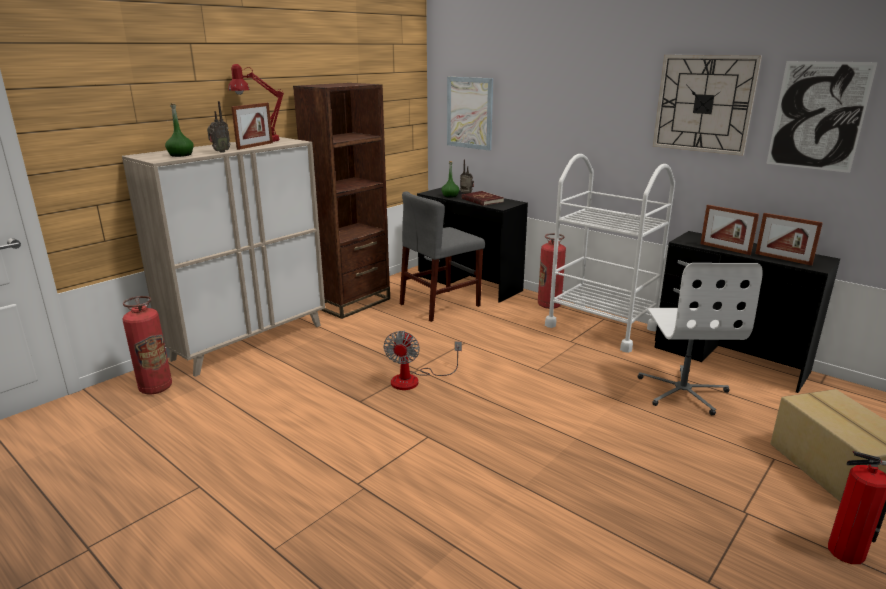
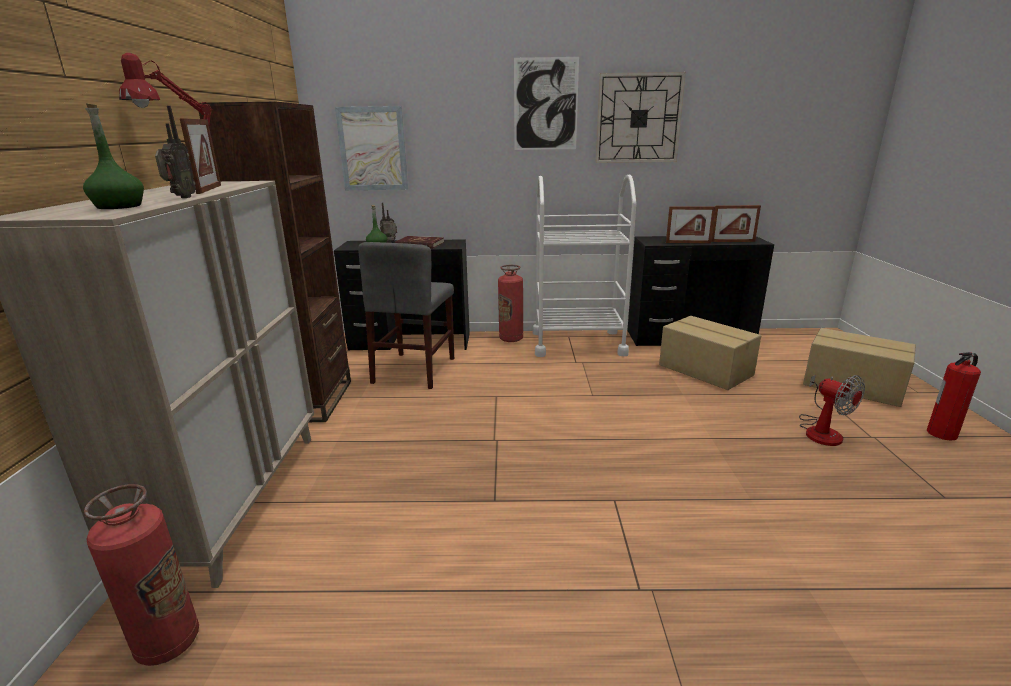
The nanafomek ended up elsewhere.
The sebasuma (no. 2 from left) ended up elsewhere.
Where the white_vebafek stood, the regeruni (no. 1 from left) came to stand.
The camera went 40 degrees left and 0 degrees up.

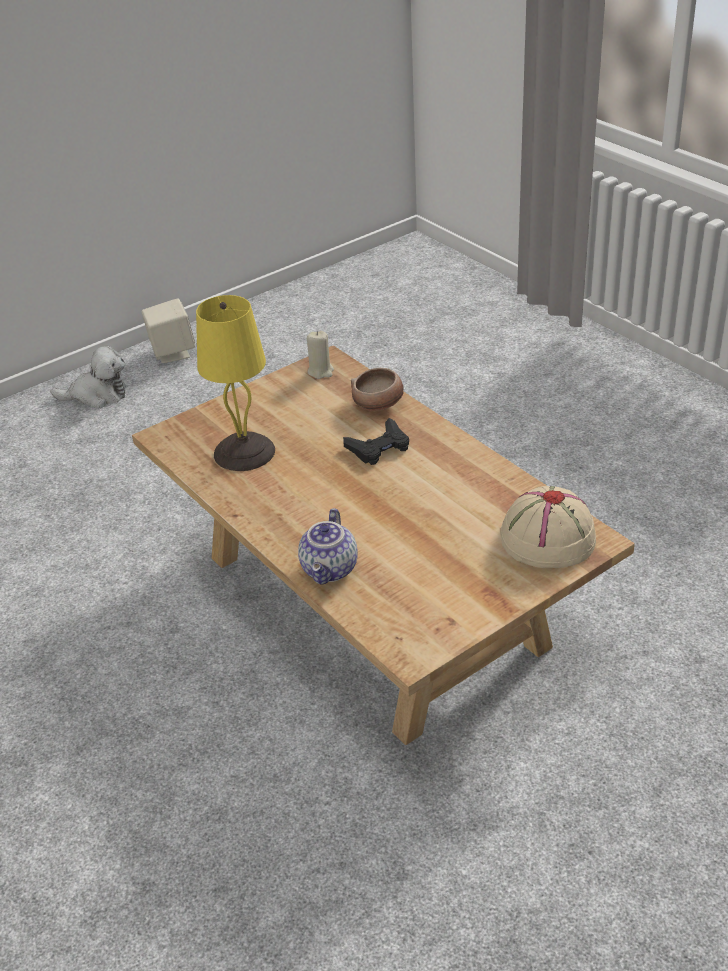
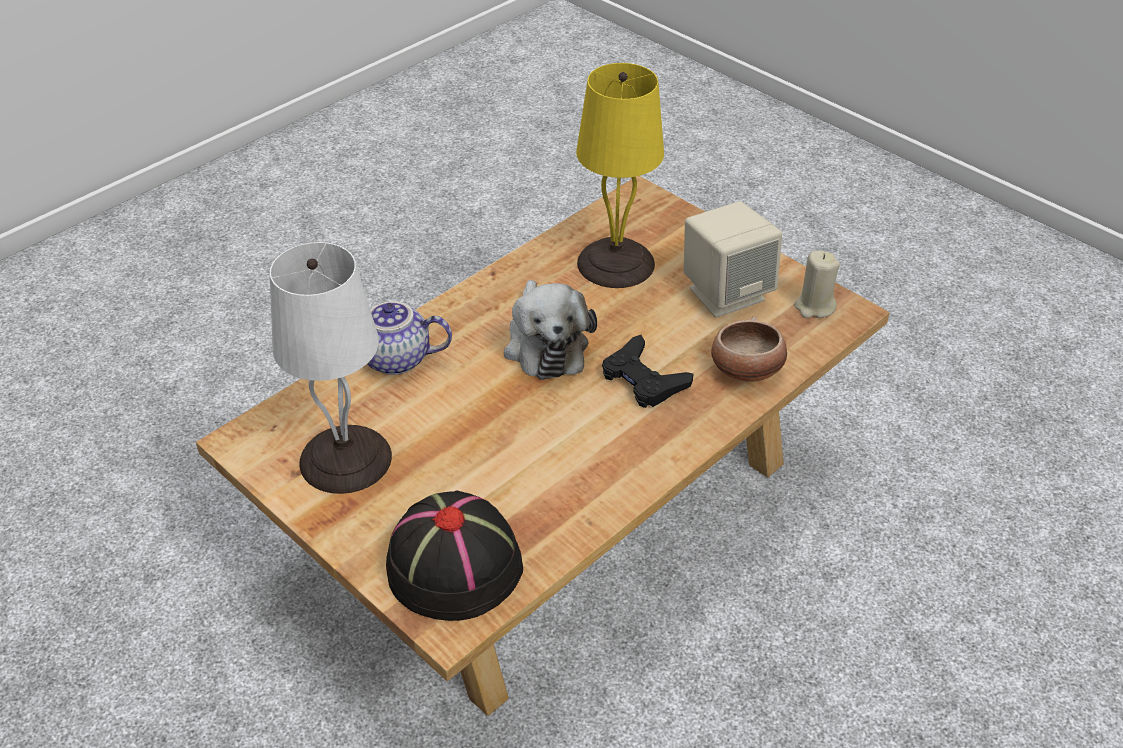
The second view gained the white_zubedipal.
The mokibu ended up elsewhere.
The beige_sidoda ended up elsewhere.
What was the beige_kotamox turned into the black_kotamox.
The camera went 80 degrees right and 5 degrees up.

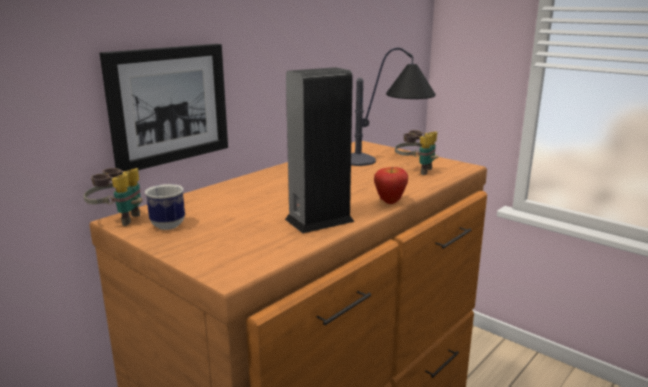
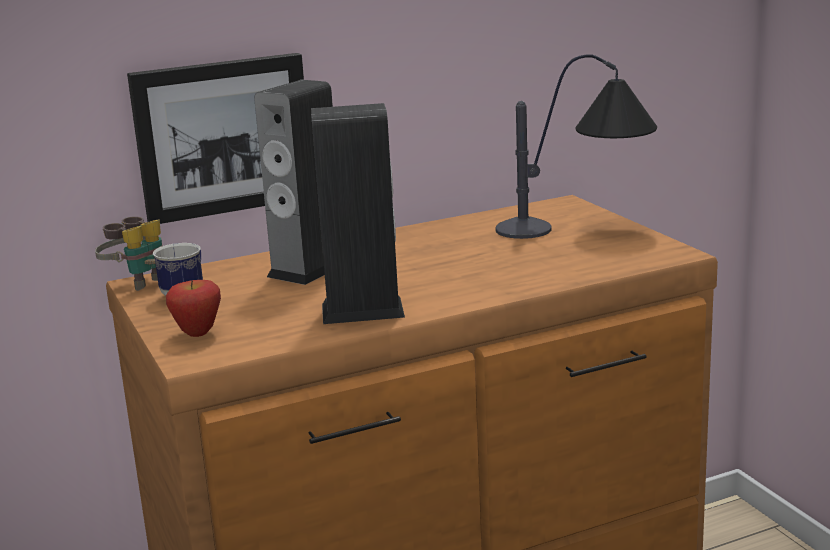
The second view lost the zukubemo (no. 2 from left).
The second view gained the sidoda (no. 1 from left).
The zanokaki ended up elsewhere.
The camera went 25 degrees right and 0 degrees up.

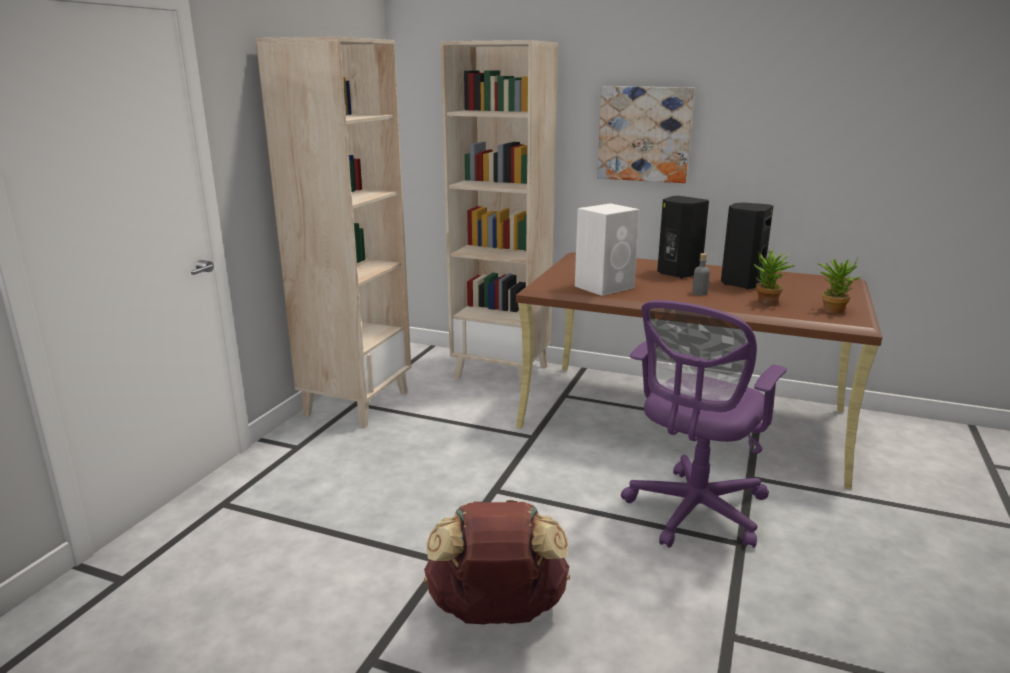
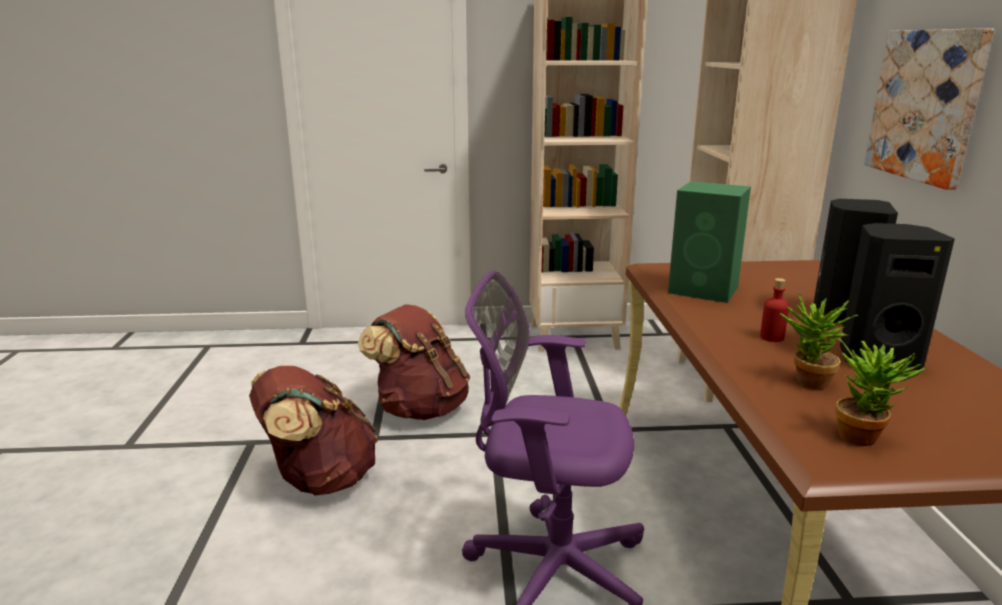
The second view gained the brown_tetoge (no. 2 from left).
What was the white_sidoda turned into the green_sidoda.
What was the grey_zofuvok turned into the red_zofuvok.
The camera went 65 degrees right and 0 degrees up.

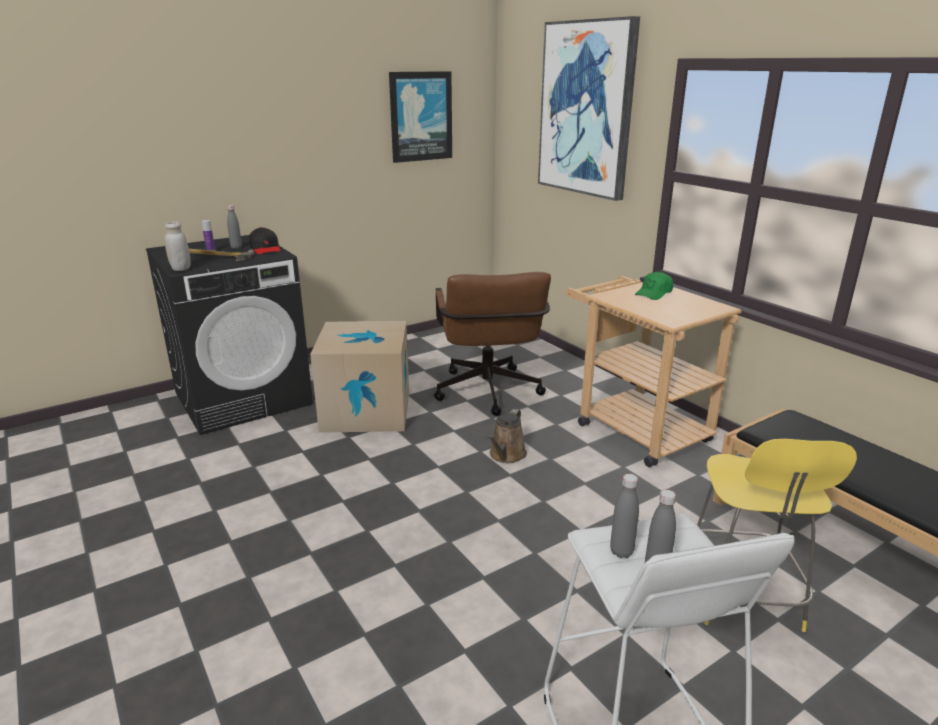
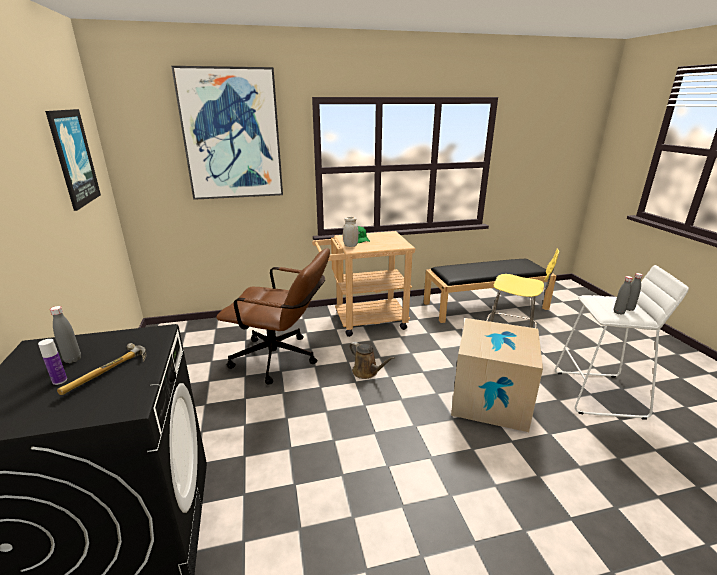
The second view lost the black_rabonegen.
The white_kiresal ended up elsewhere.
The regeruni ended up elsewhere.
The camera went 70 degrees left and 0 degrees up.

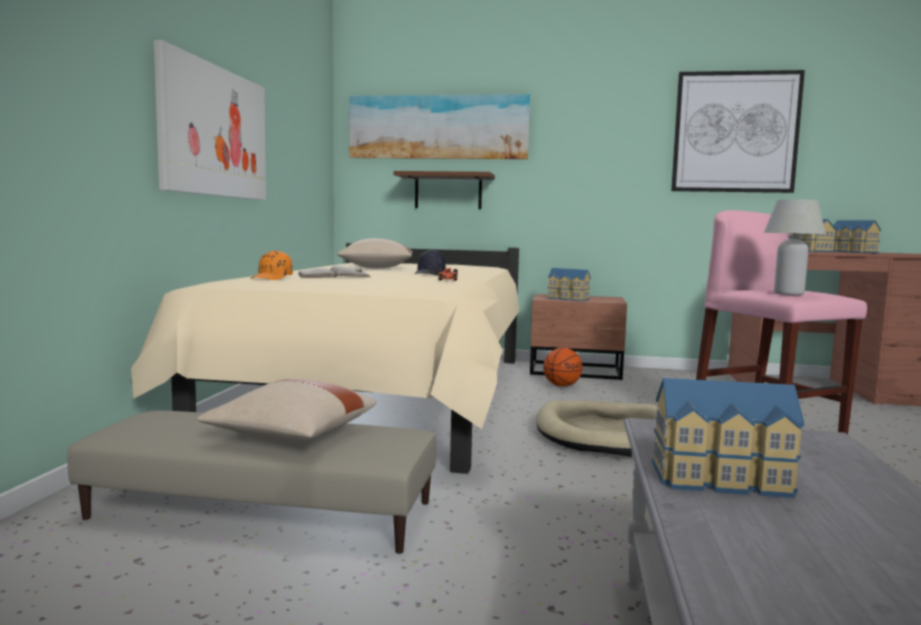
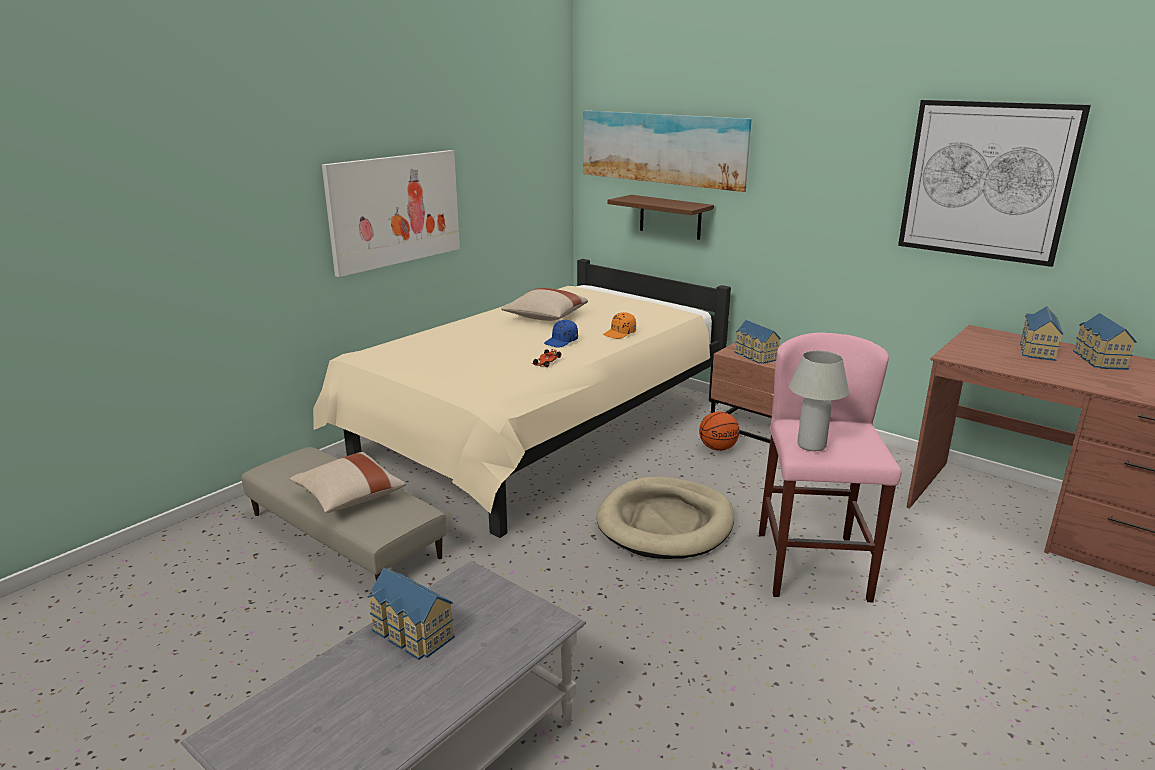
The second view lost the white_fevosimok.
The orange_rabonegen ended up elsewhere.
What was the black_rabonegen turned into the blue_rabonegen.
The camera went 30 degrees right and 15 degrees up.

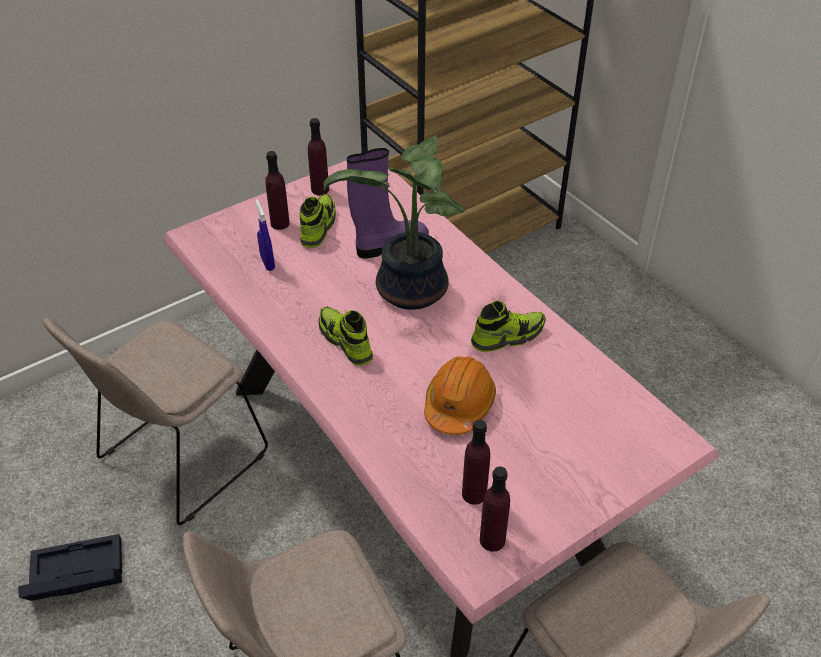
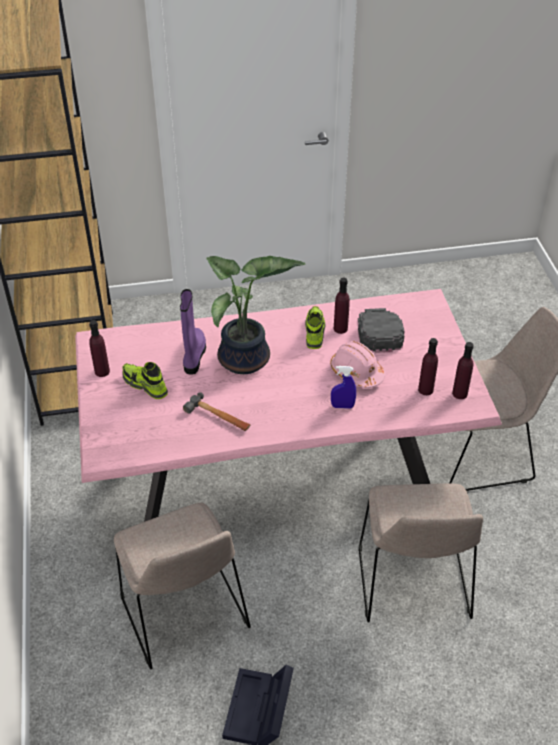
The second view lost the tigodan (no. 2 from left).
The second view gained the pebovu.
The second view gained the black_rabonegen.
The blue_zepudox ended up elsewhere.
The purple_zofuvok (no. 1 from left in the first image) ended up elsewhere.
What was the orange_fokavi turned into the pink_fokavi.
The camera went 65 degrees left and 0 degrees up.

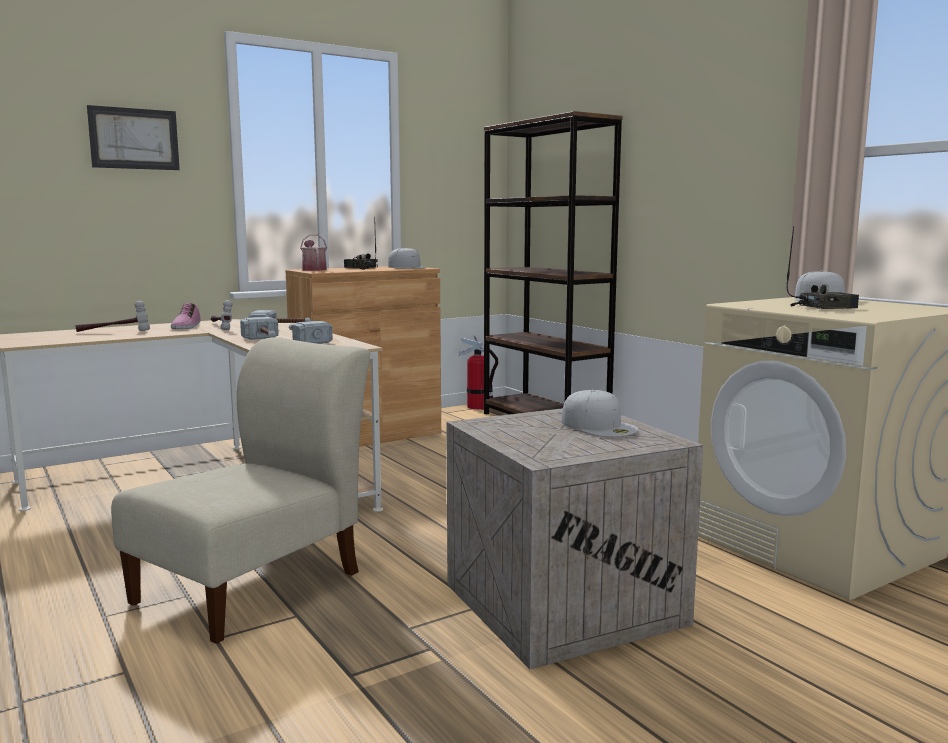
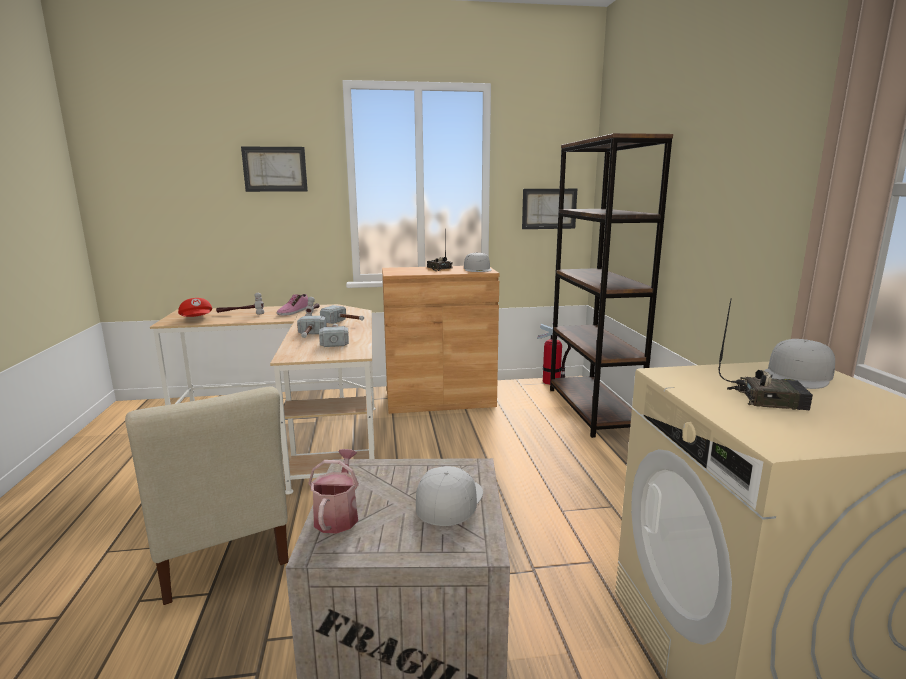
The second view gained the red_rabonegen.
The second view gained the sebasuma (no. 2 from left).
The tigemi ended up elsewhere.
The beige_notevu ended up facing another way, 90 degrees clockwise from before.
The white_rabonegen (no. 2 from left in the first image) ended up facing another way, 150 degrees counterclockwise from before.
The camera went 25 degrees right and 5 degrees up.

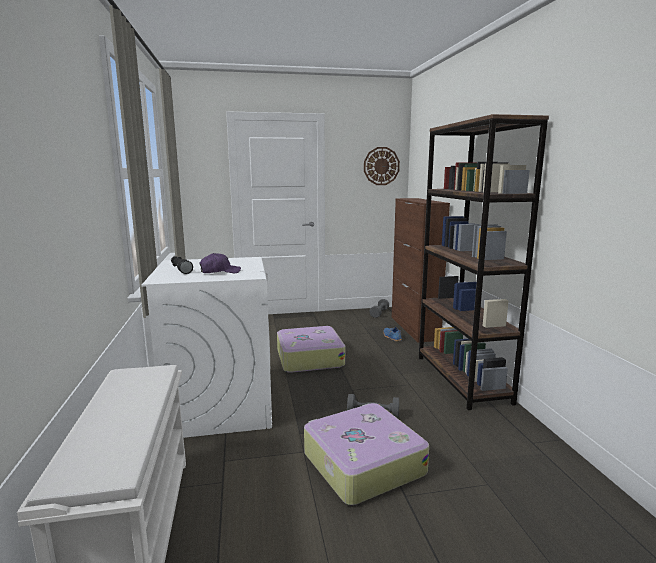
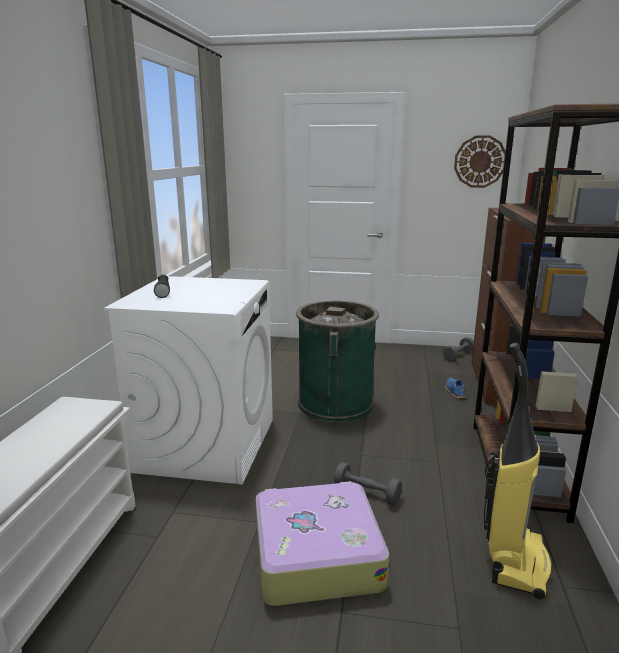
The second view lost the purple_rabonegen.
The second view gained the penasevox.
Where the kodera (no. 1 from left) stood, the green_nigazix came to stand.
The camera went 20 degrees right and 5 degrees up.

